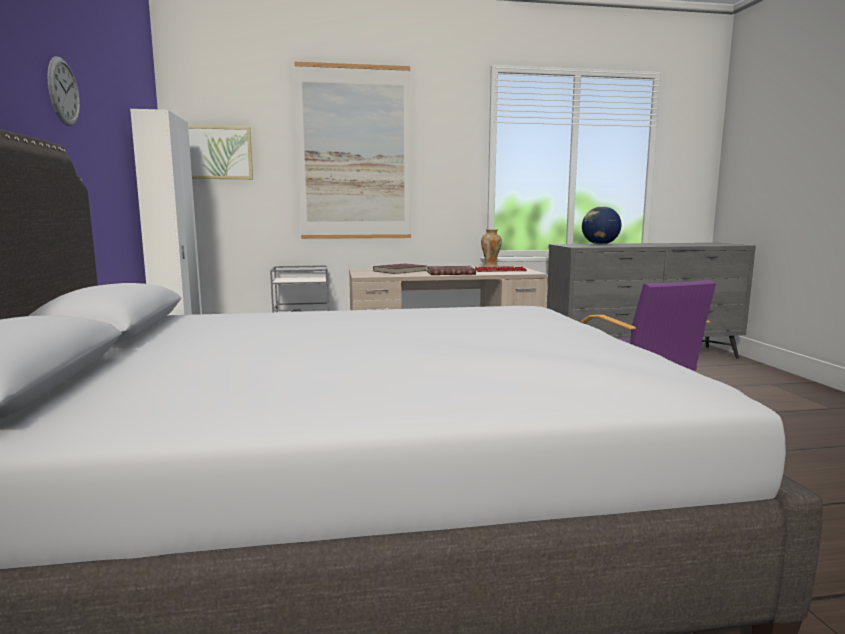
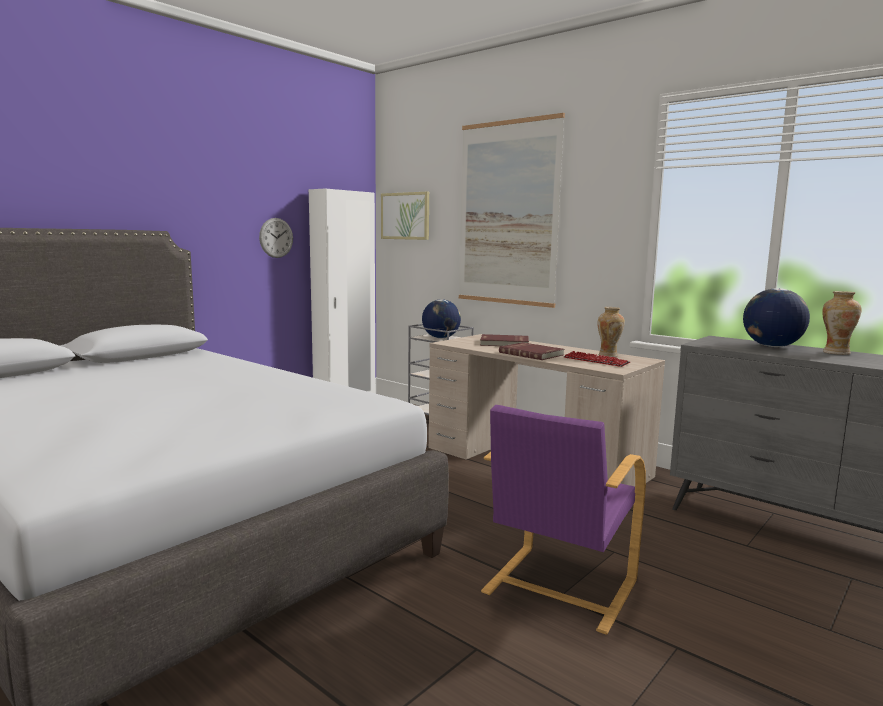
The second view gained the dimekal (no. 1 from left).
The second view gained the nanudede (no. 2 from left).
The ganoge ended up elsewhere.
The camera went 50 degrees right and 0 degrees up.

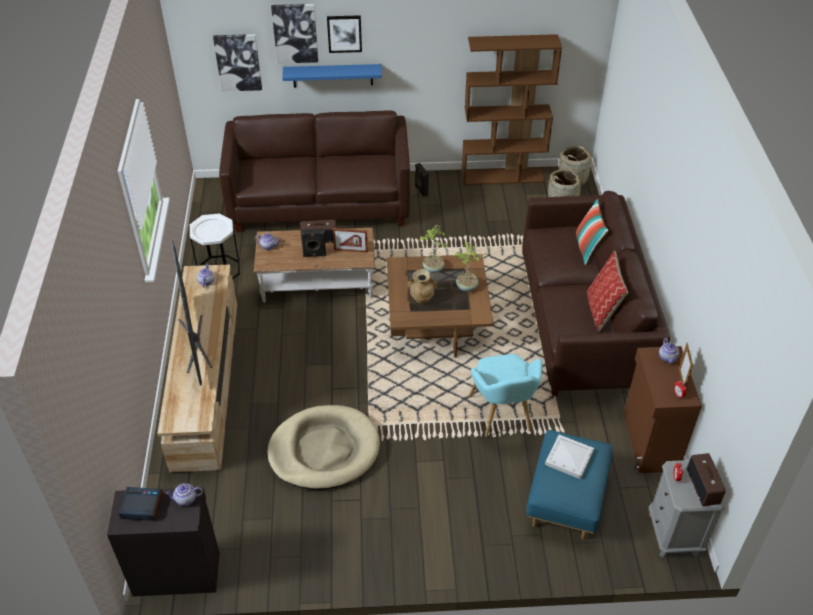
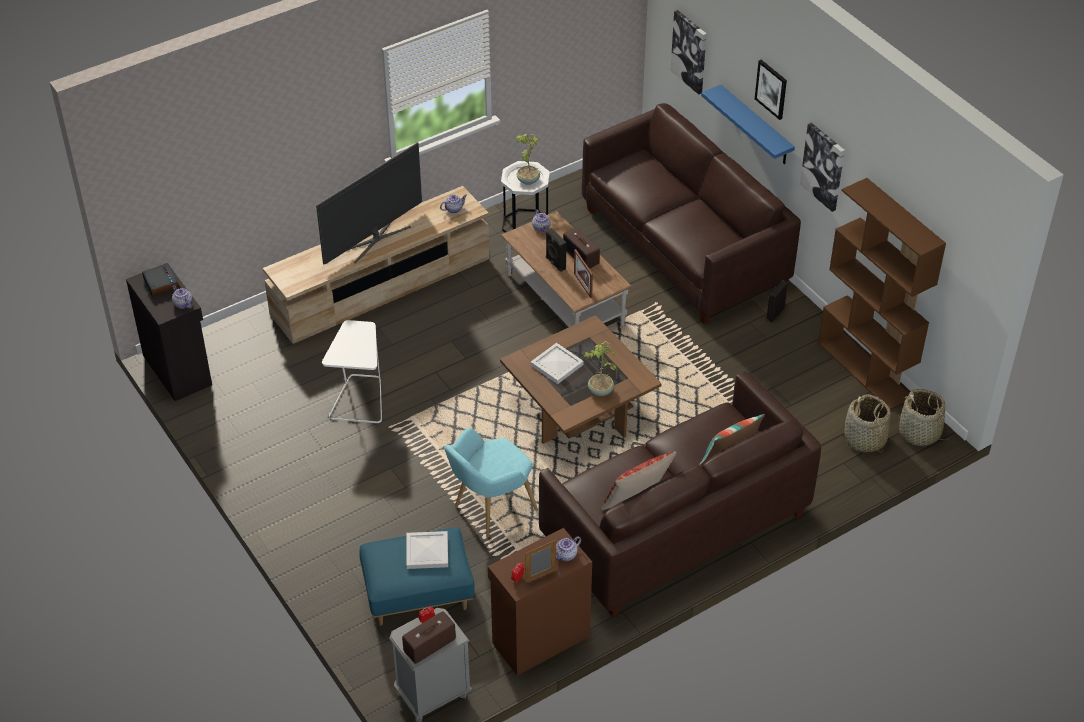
The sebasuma (no. 2 from left in the first image) ended up elsewhere.
The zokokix (no. 1 from left) ended up elsewhere.
Where the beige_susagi stood, the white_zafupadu (no. 1 from left) came to stand.
Where the beige_nanudede stood, the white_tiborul (no. 2 from left) came to stand.
The camera went 60 degrees right and 0 degrees up.

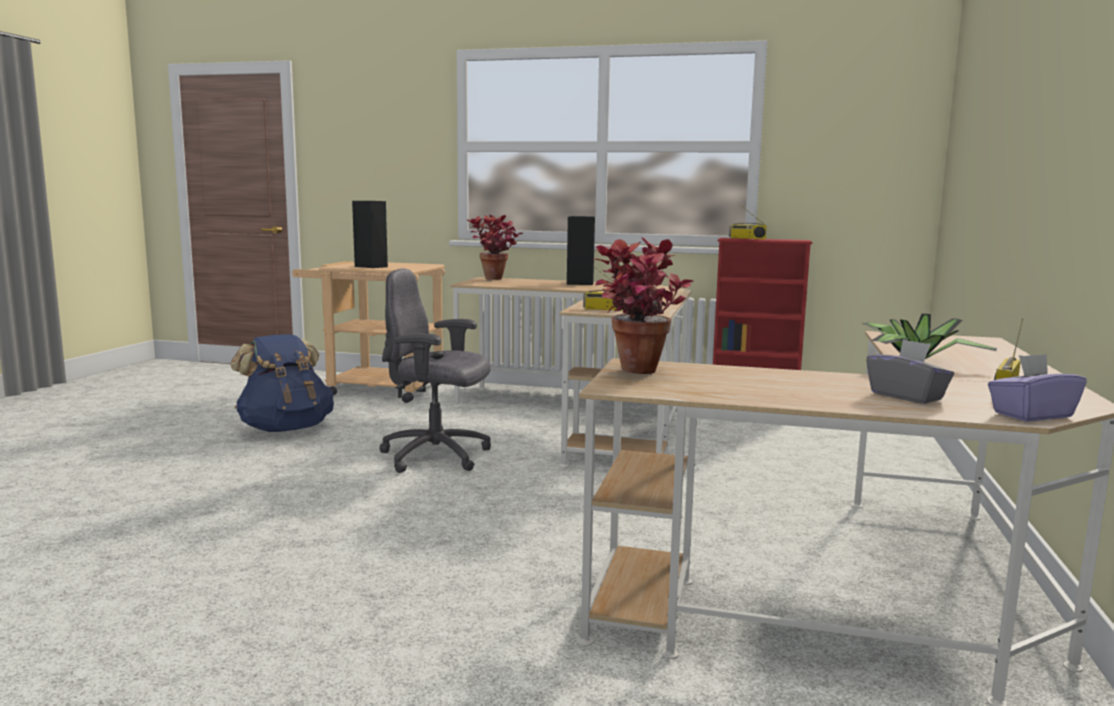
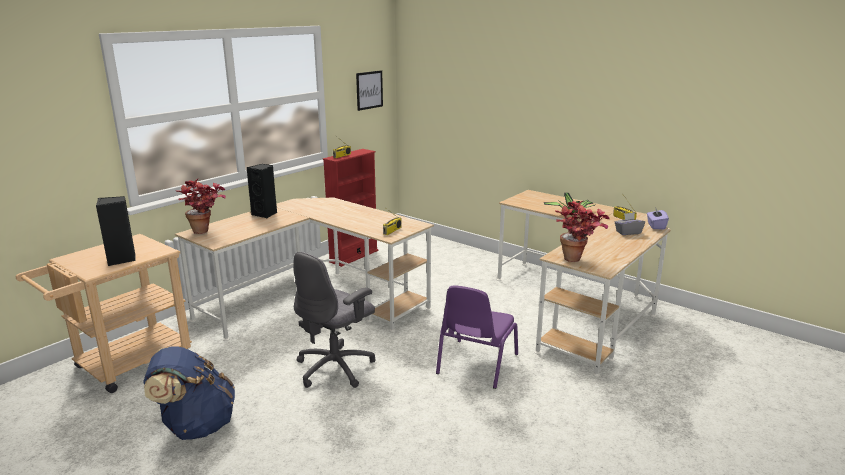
The second view gained the sebasuma.
The second view gained the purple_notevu.
The camera went 65 degrees left and 10 degrees up.

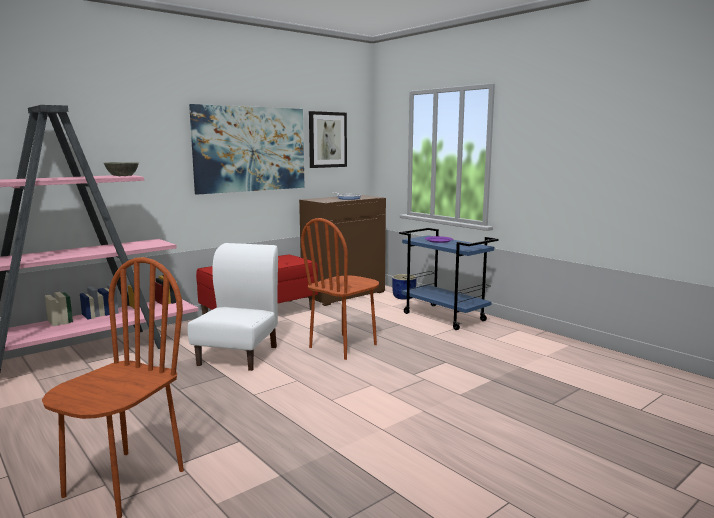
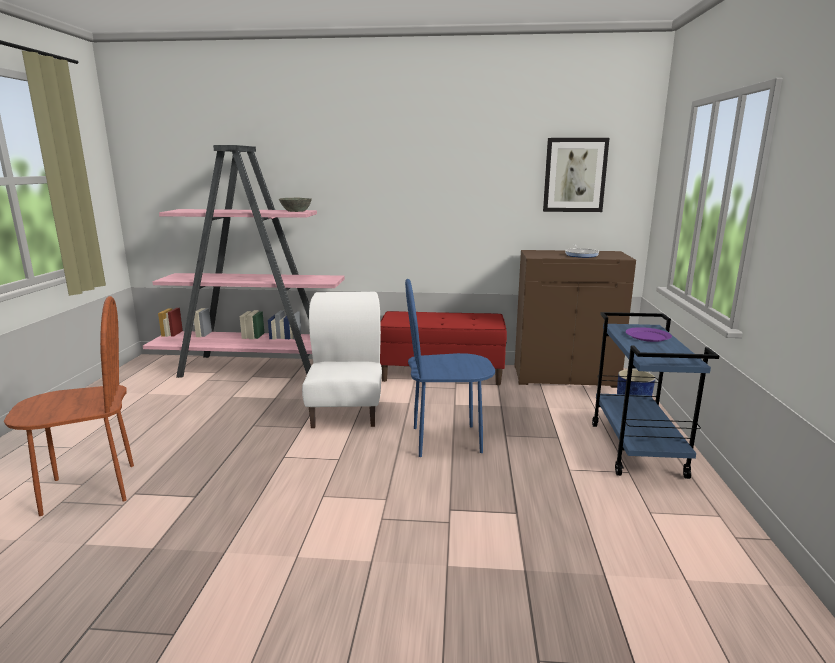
The second view lost the sebasuma (no. 1 from left).
What was the brown_notevu (no. 2 from left) turned into the blue_notevu.
The white_notevu ended up facing another way, 60 degrees counterclockwise from before.
The camera went 45 degrees right and 5 degrees up.

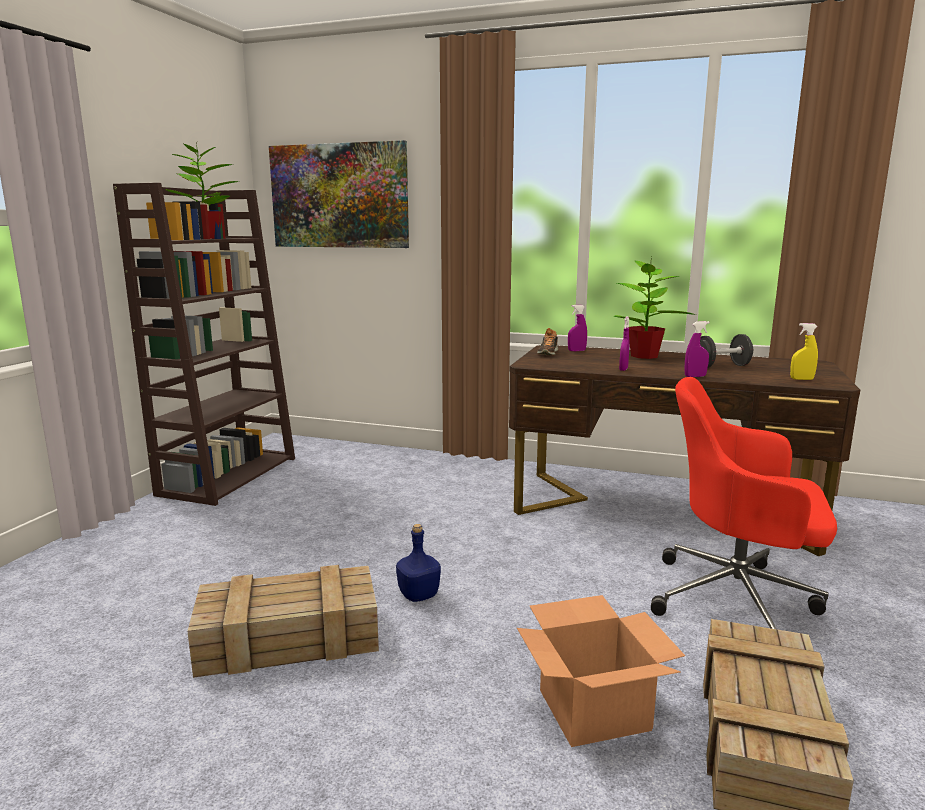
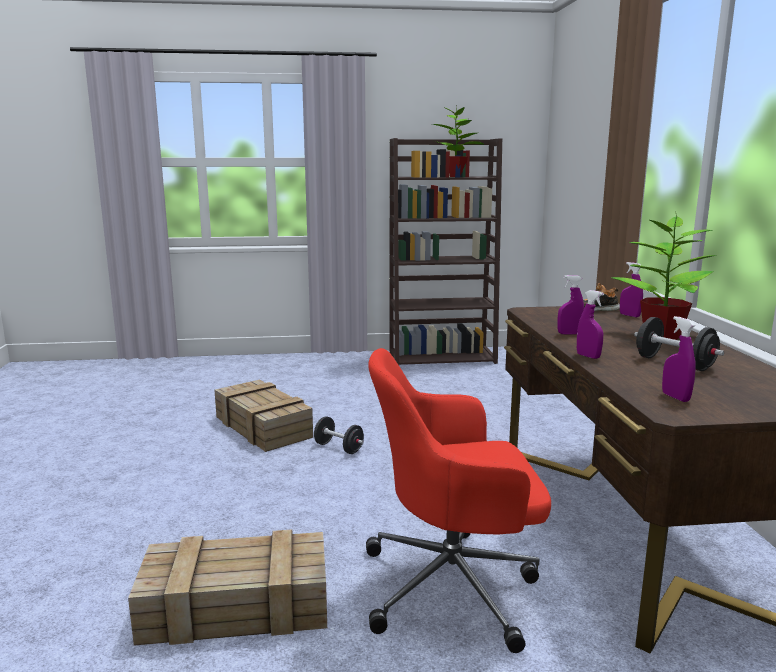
The second view lost the sebasuma.
The second view lost the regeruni.
Where the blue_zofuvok stood, the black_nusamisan (no. 1 from left) came to stand.
What was the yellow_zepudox turned into the purple_zepudox (no. 4 from left).
The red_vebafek ended up facing another way, 90 degrees counterclockwise from before.
The camera went 65 degrees right and 0 degrees up.

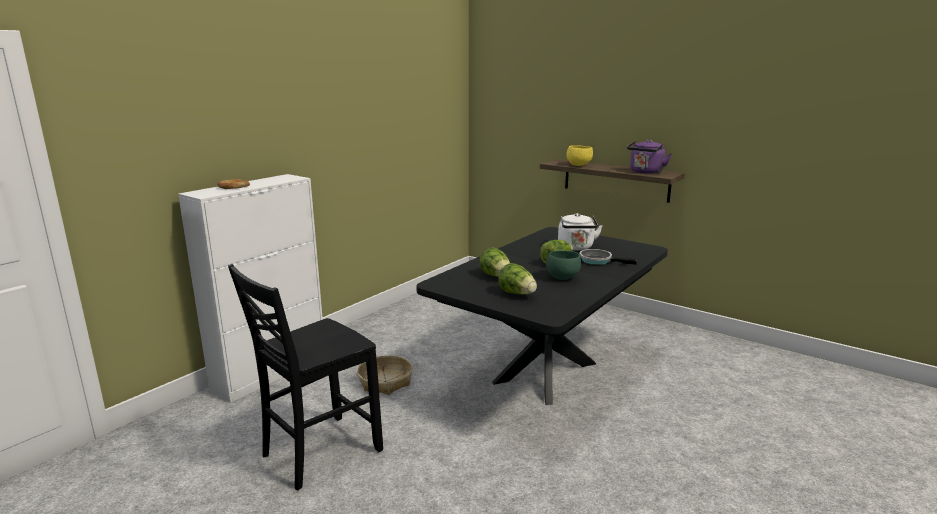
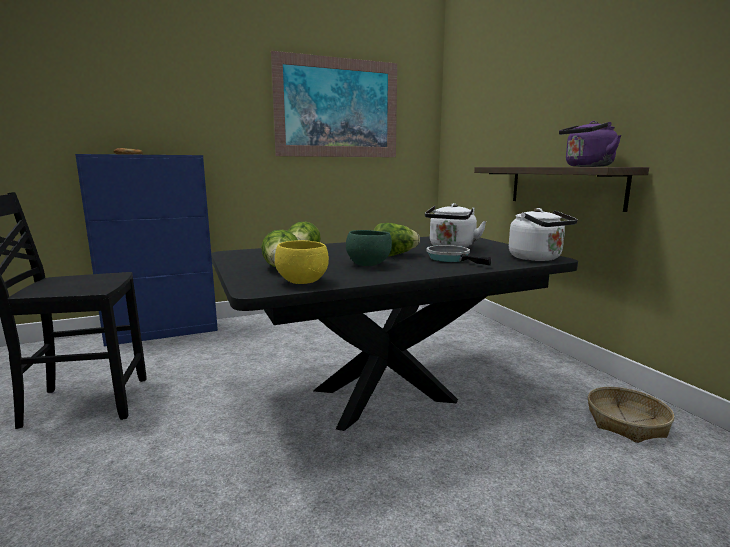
The second view gained the sebasuma.
The second view gained the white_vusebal (no. 2 from left).
The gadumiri ended up elsewhere.
The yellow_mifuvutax ended up elsewhere.
What was the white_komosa turned into the blue_komosa.
The camera went 30 degrees right and 5 degrees down.

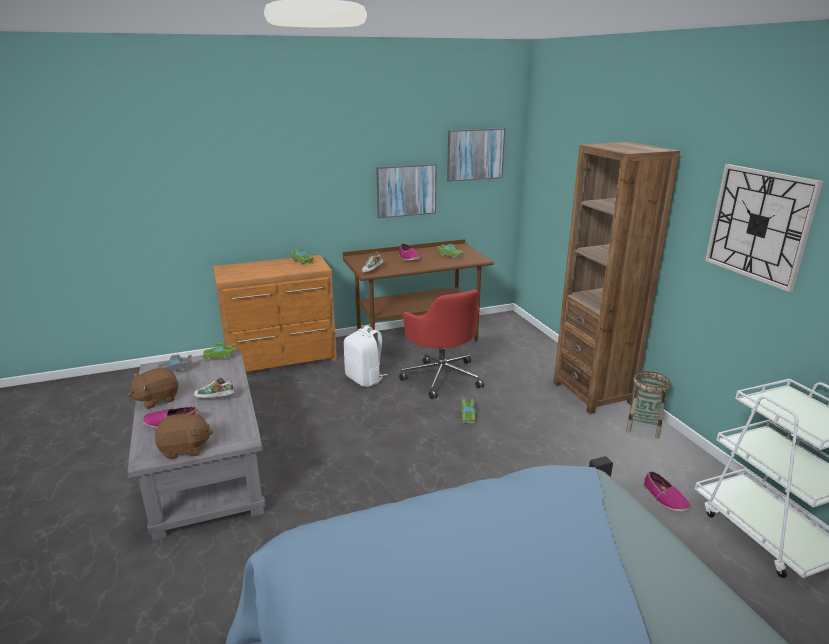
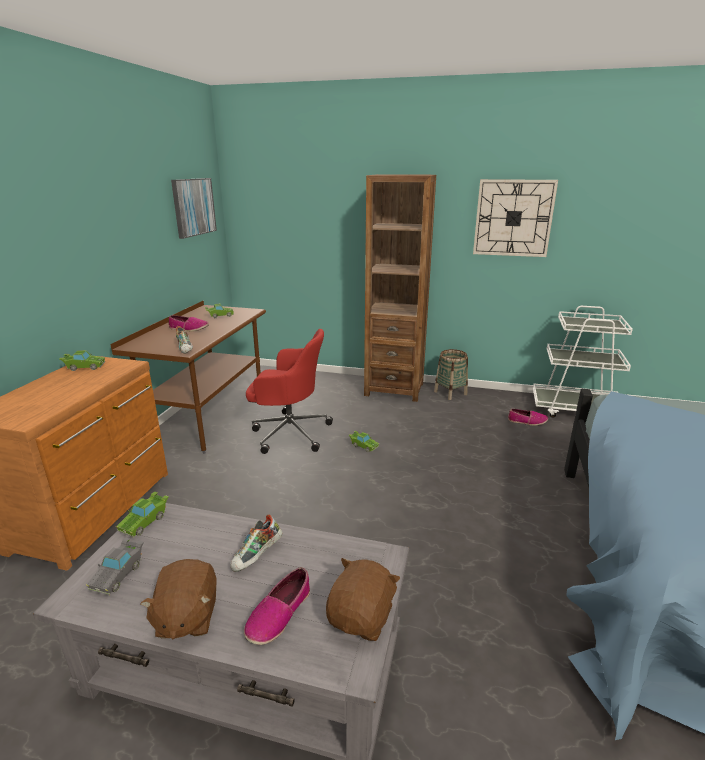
The second view lost the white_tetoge.
The second view lost the sebasuma (no. 1 from left).
The camera went 55 degrees left and 0 degrees up.

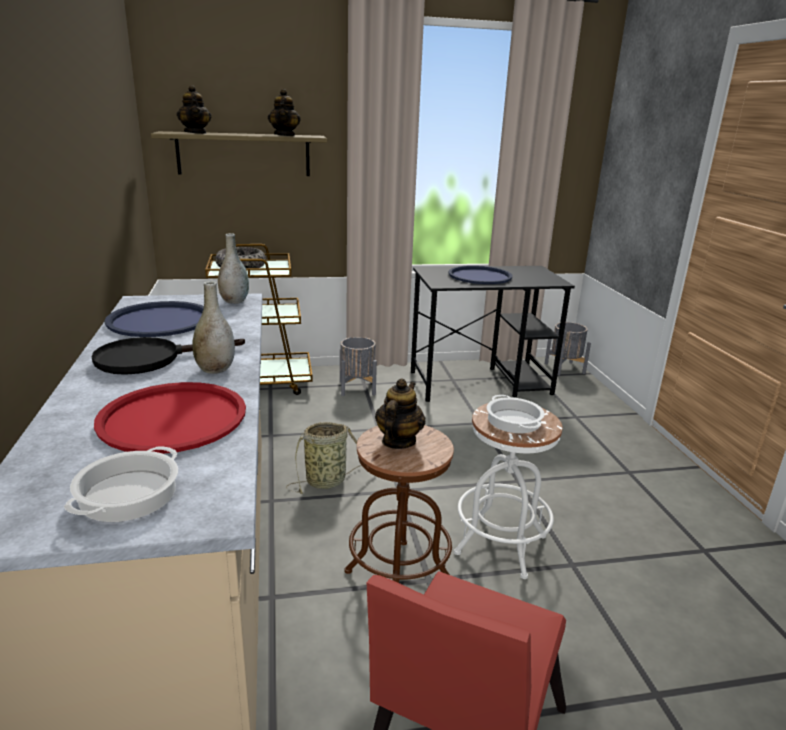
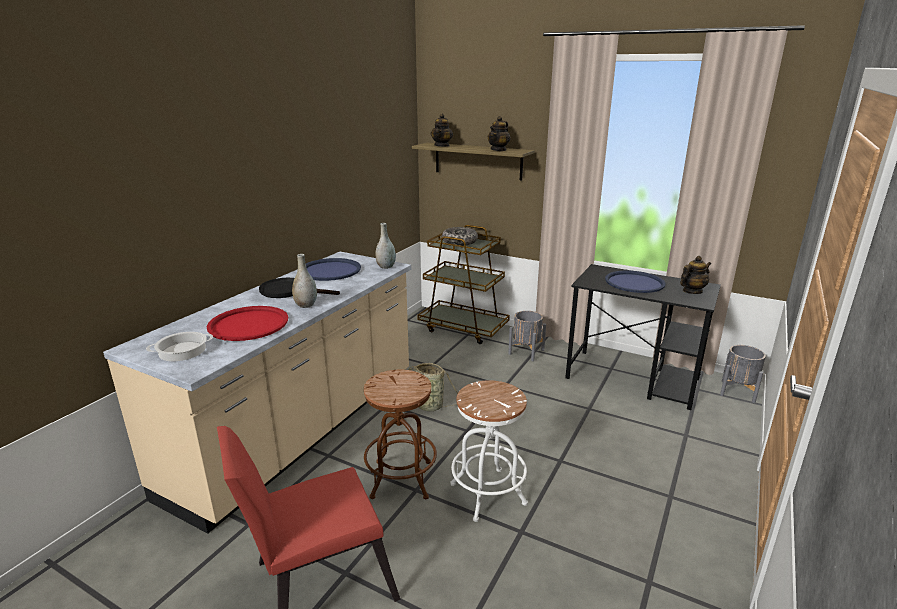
The second view lost the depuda (no. 2 from left).
The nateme (no. 3 from left) ended up elsewhere.
The camera went 40 degrees right and 0 degrees up.

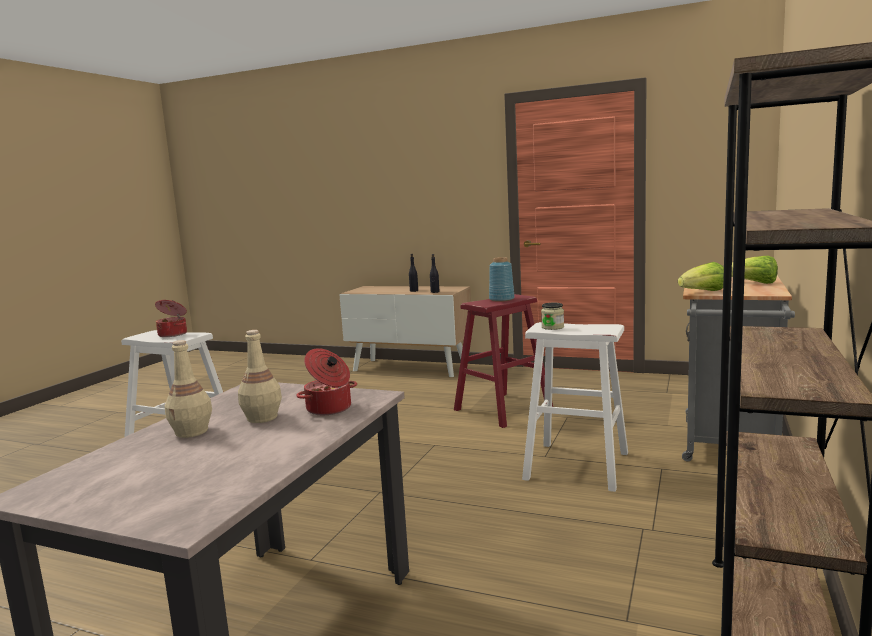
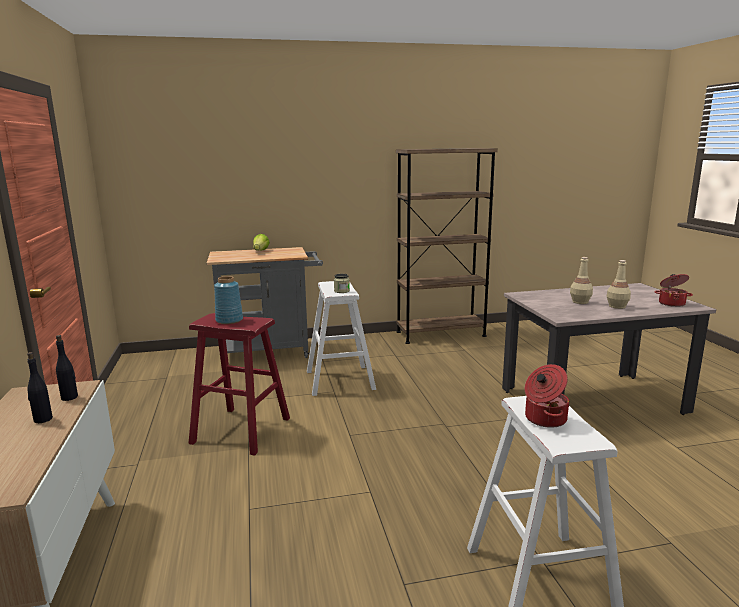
The second view lost the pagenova (no. 1 from left).
The depuda (no. 2 from left) ended up elsewhere.
The camera went 125 degrees left and 5 degrees up.

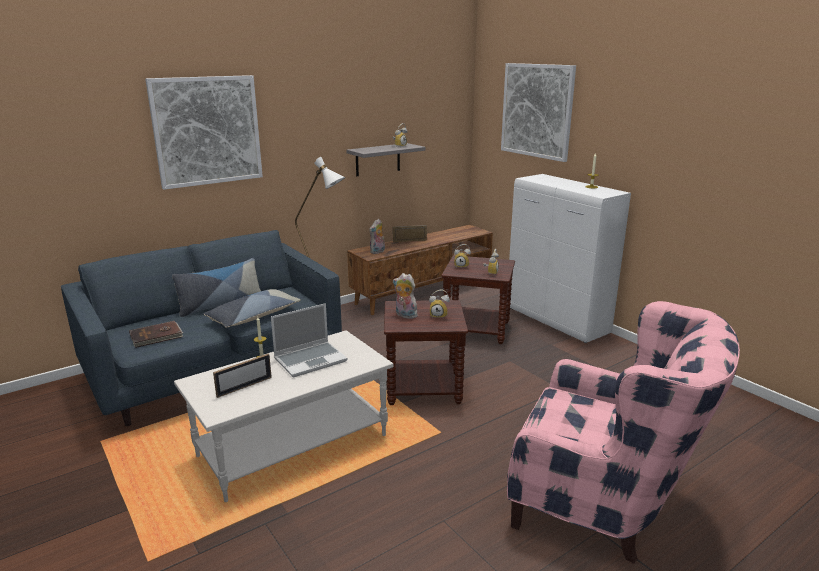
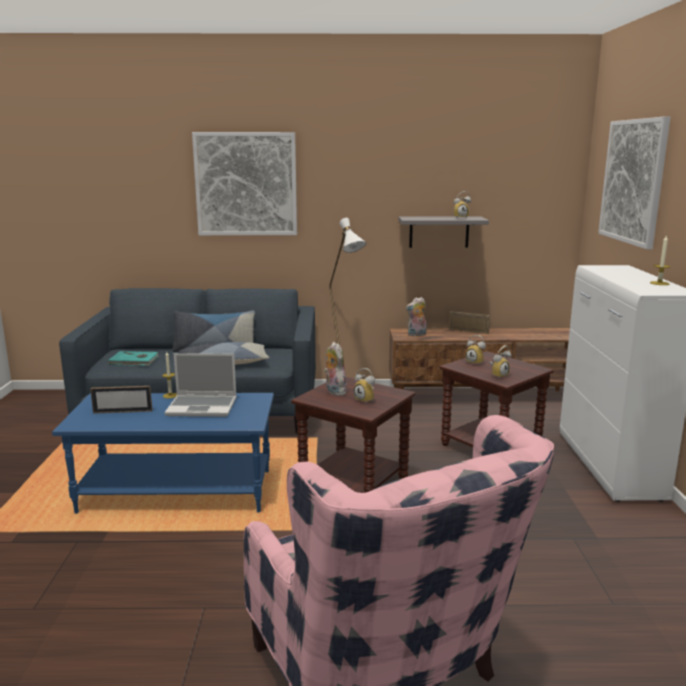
What was the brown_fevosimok turned into the turquoise_fevosimok.
What was the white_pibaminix turned into the blue_pibaminix.
The camera went 35 degrees right and 5 degrees down.

